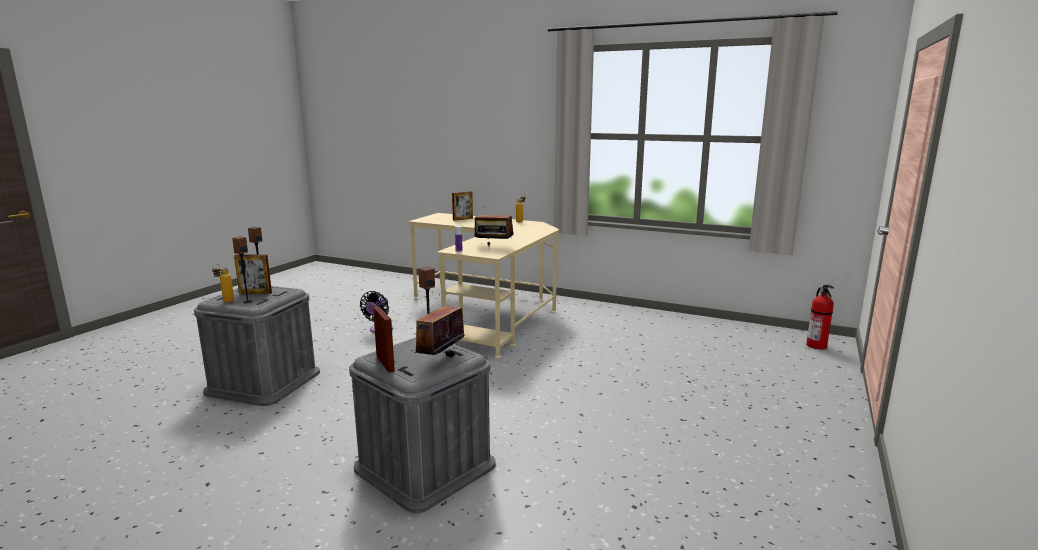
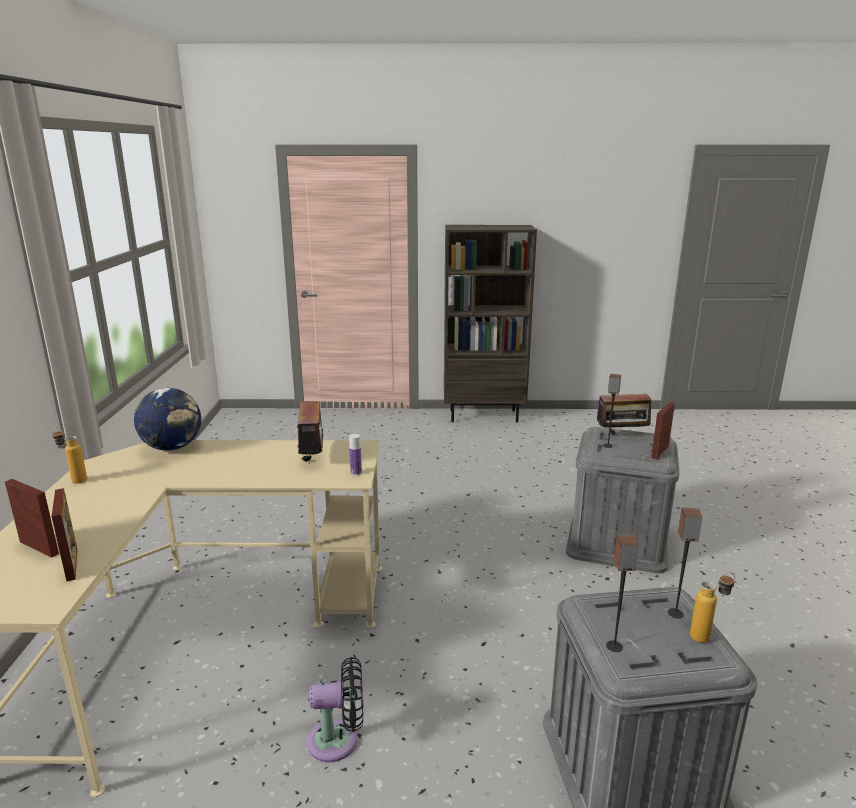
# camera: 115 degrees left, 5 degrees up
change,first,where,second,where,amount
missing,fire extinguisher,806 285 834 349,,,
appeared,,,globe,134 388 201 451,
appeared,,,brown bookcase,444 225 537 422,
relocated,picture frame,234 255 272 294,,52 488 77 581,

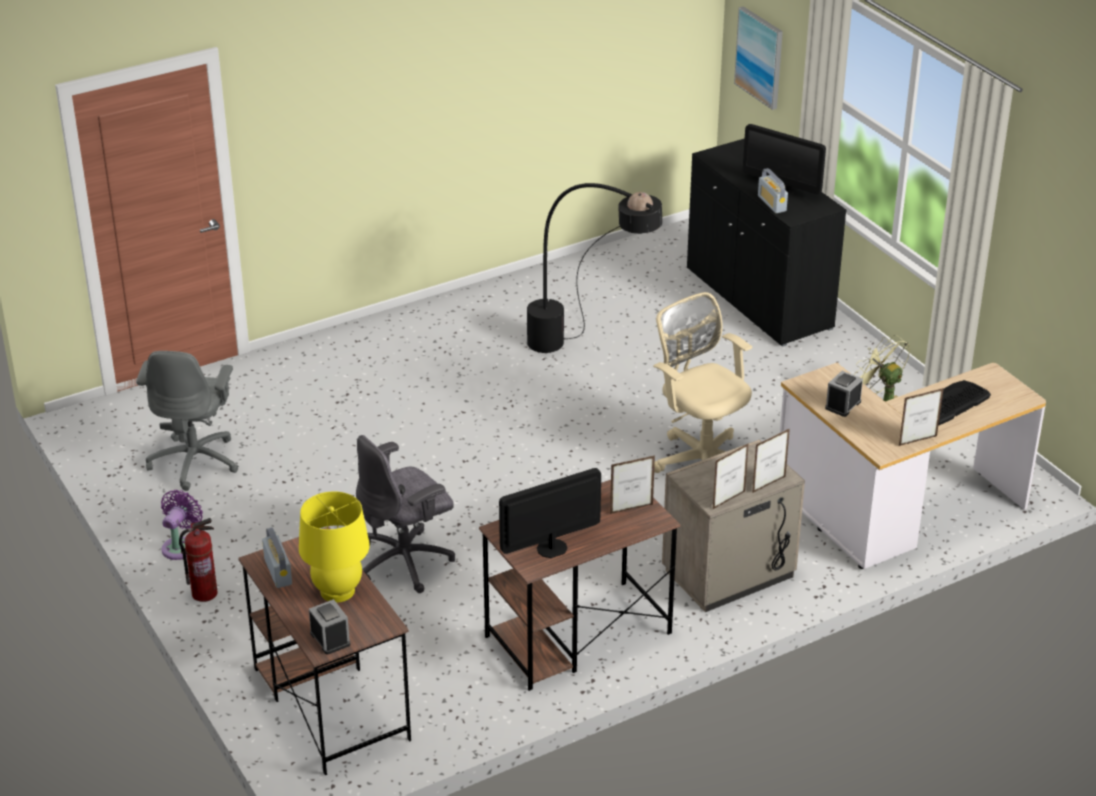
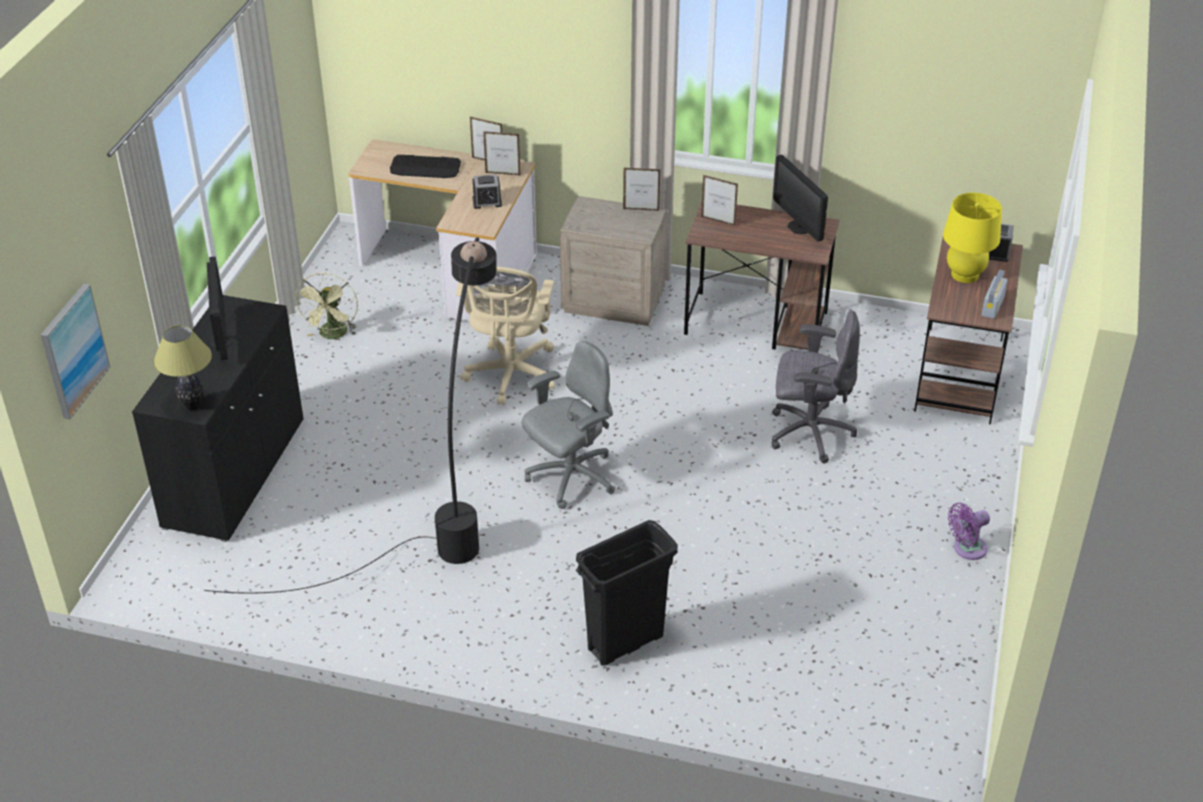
# camera: 135 degrees left, 5 degrees up
change,first,where,second,where,amount
missing,fire extinguisher,179 518 218 602,,,
missing,radio,758 168 788 213,,,
appeared,,,table lamp,154 325 212 411,
appeared,,,black trash can,576 520 678 666,
relocated,grey office chair,136 351 239 491,,522 341 615 509,
relocated,picture frame,752 428 790 493,,483 131 521 176,
spun,monitor,499 468 601 558,,773 154 828 242,45 degrees clockwise

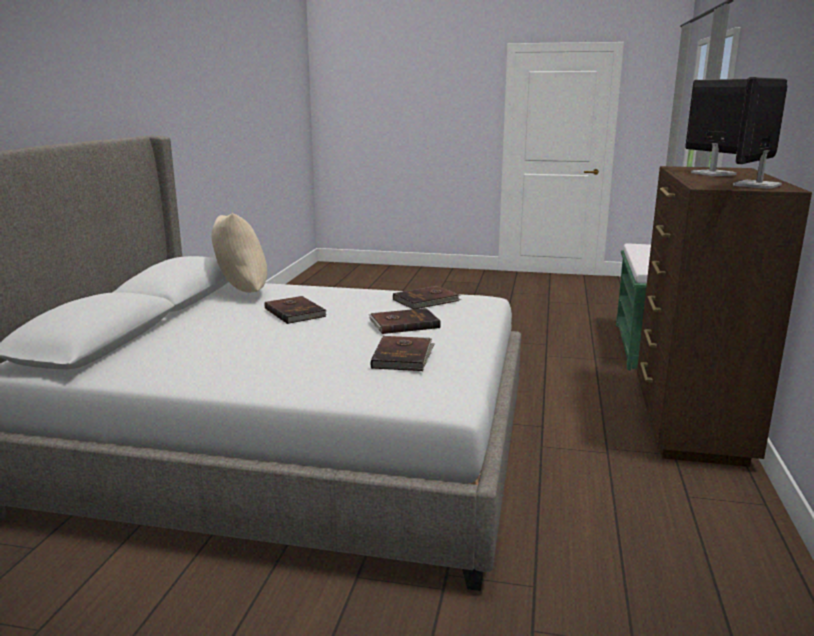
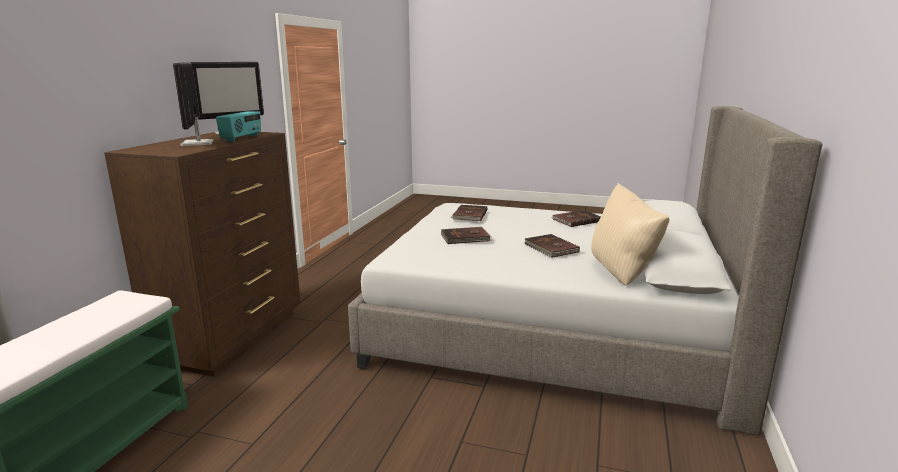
# camera: 175 degrees left, 0 degrees up
change,first,where,second,where,amount
appeared,,,radio,216 111 261 142,
relocated,brown book,393 286 461 309,,551 210 601 227,

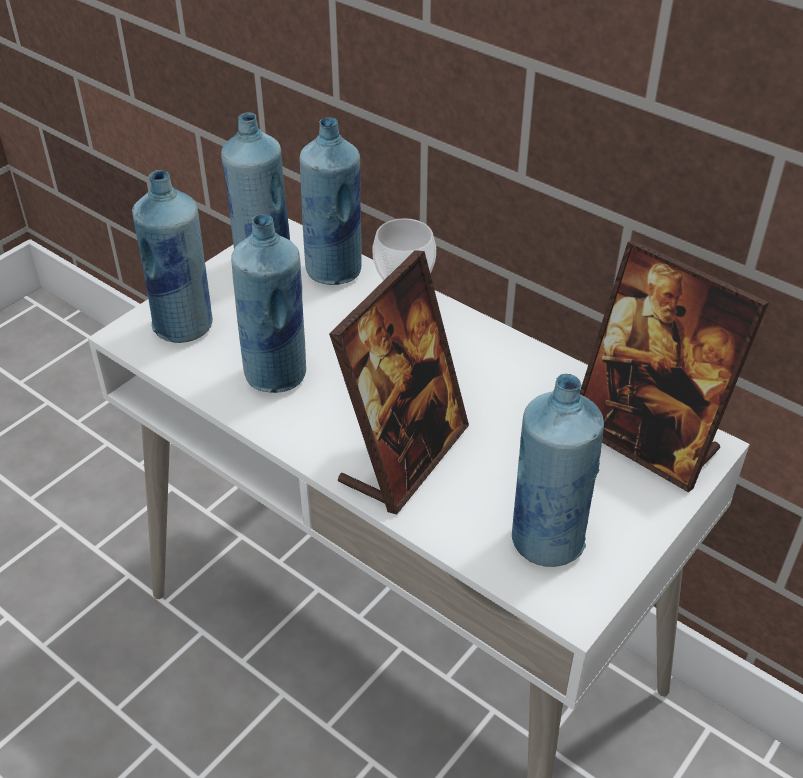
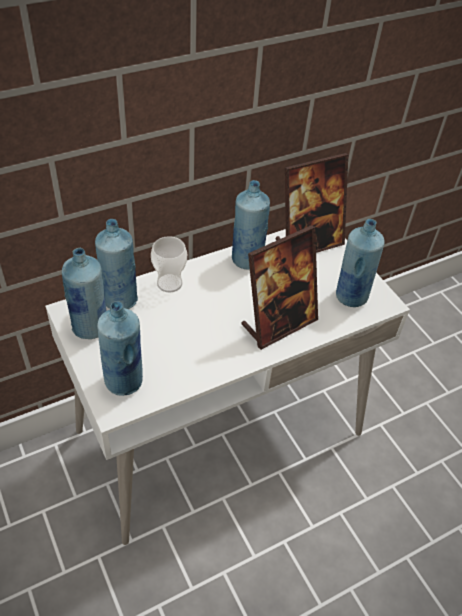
# camera: 70 degrees left, 5 degrees up
change,first,where,second,where,amount
relocated,blue bottle,231 214 306 393,,232 180 270 270,
spun,picture frame,329 250 469 515,,241 225 318 350,90 degrees clockwise

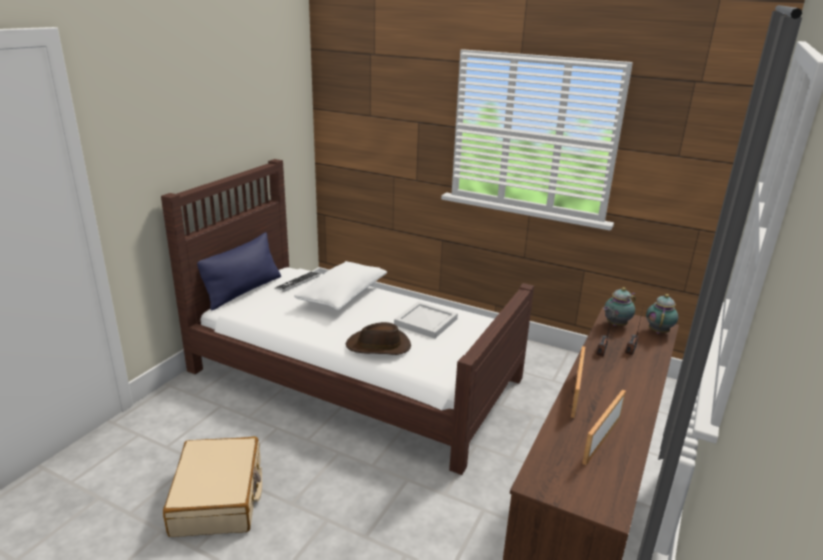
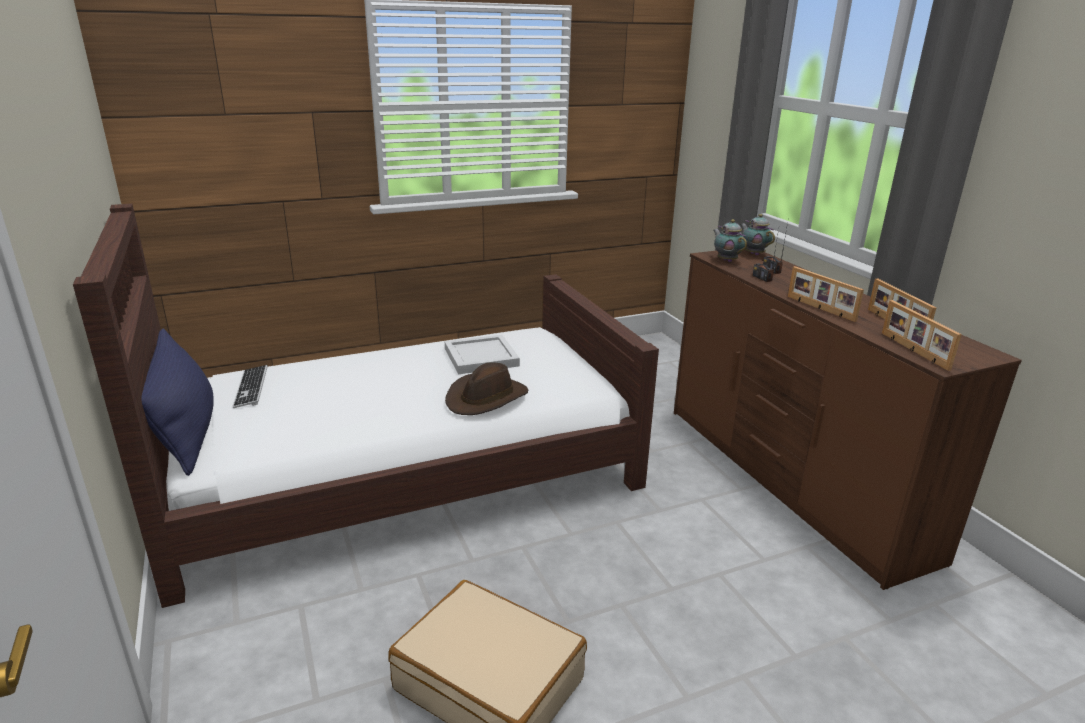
# camera: 50 degrees left, 0 degrees up
change,first,where,second,where,amount
missing,white pillow,294 261 387 310,,,
appeared,,,picture frame,882 300 962 371,
spun,teapot,603 287 636 326,,713 219 747 262,150 degrees clockwise

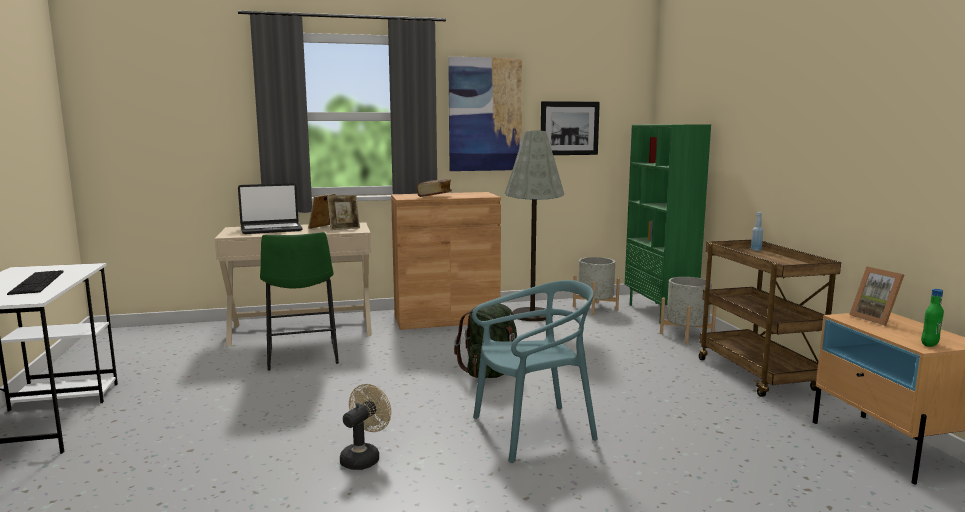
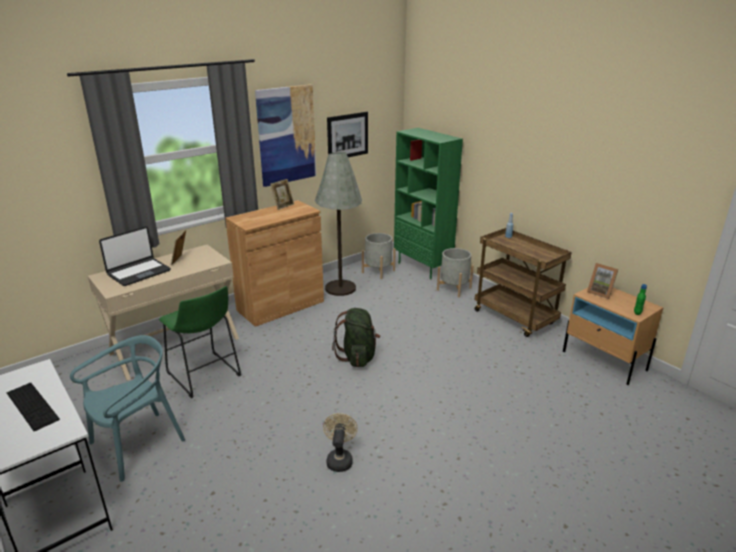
# camera: 25 degrees left, 15 degrees up
change,first,where,second,where,amount
missing,book,417 179 452 197,,,
relocated,picture frame,327 195 360 230,,270 179 294 210,
relocated,turquoise chair,472 280 598 463,,70 335 185 482,

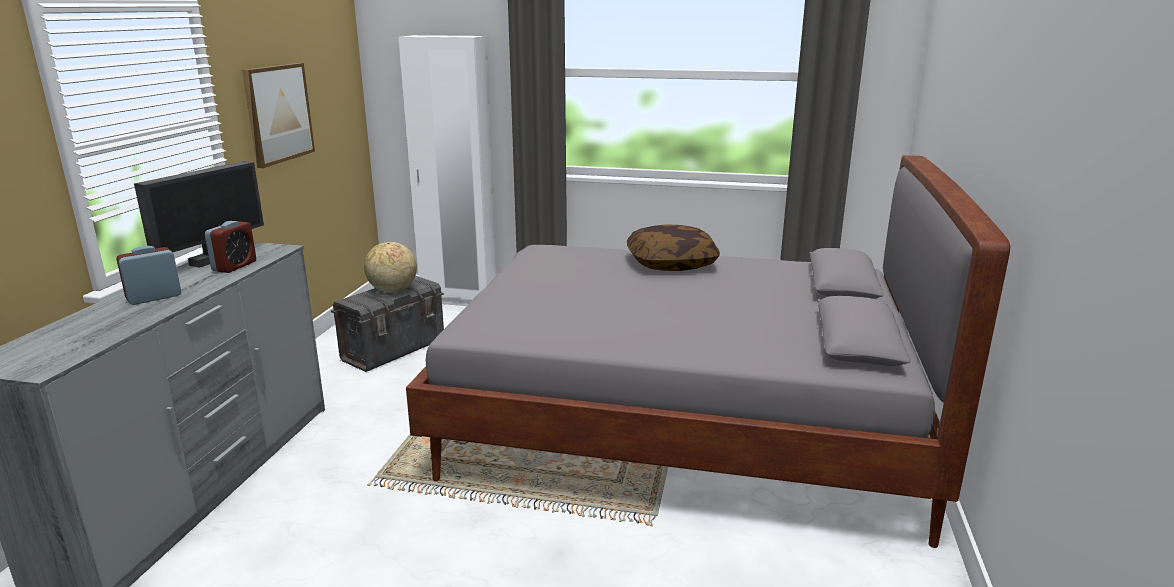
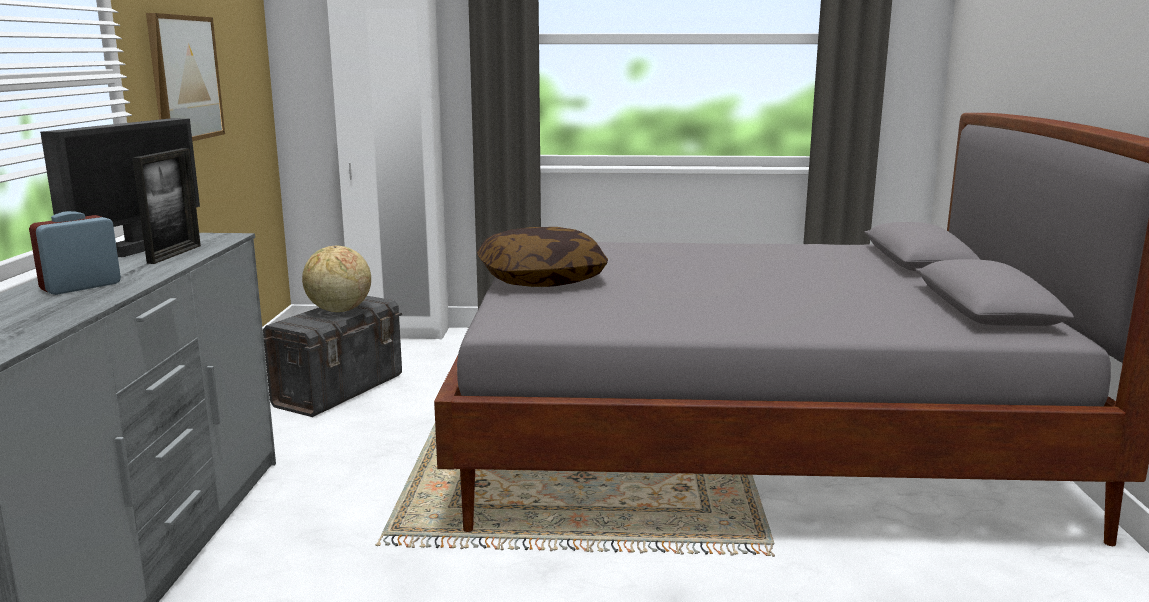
# camera: 10 degrees left, 5 degrees down
change,first,where,second,where,amount
relocated,pillow,627 224 720 271,,477 227 608 287,
exchanged,alarm clock,205 221 256 273,picture frame,133 148 201 264,

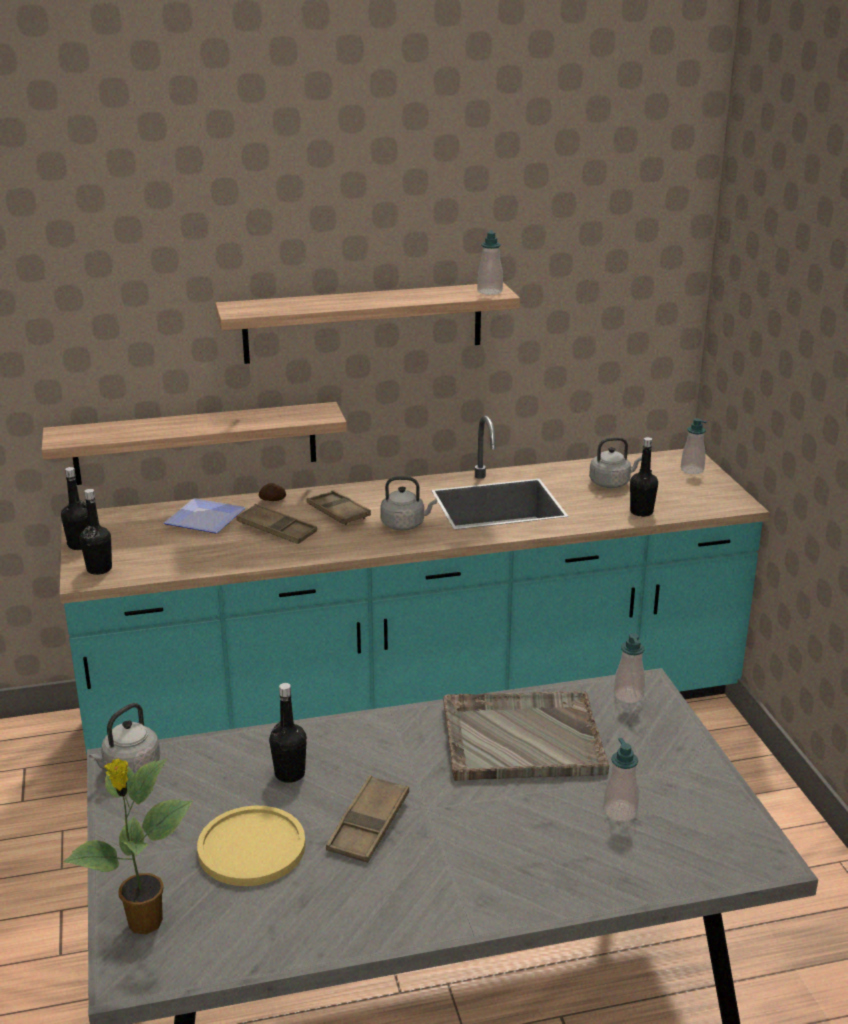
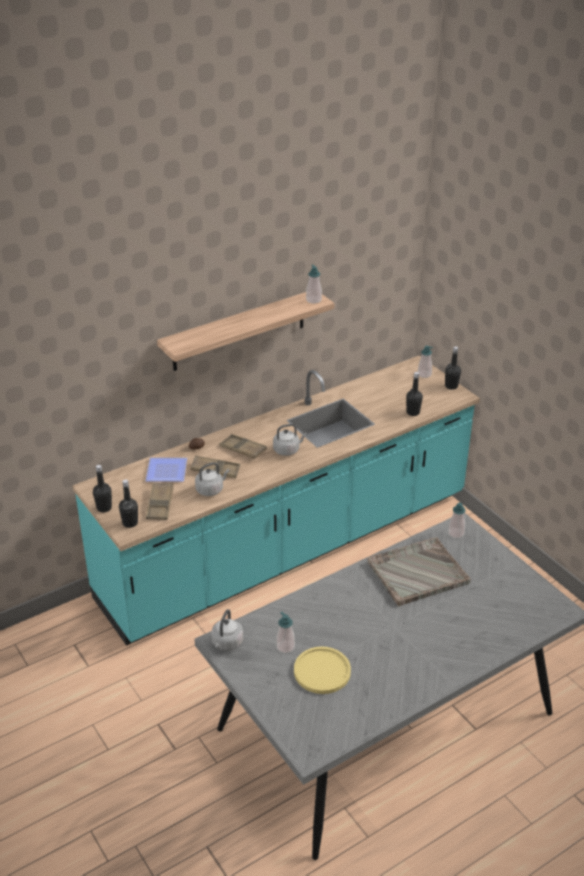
# camera: 20 degrees left, 10 degrees up
change,first,where,second,where,amount
missing,shelf,42 402 347 485,,,
missing,potted plant,63 758 193 935,,,
relocated,black bottle,269 683 307 783,,445 346 461 390,
relocated,brown tray,326 775 409 863,,146 482 174 520,
relocated,grey kettle,589 437 642 488,,195 462 229 496,
relocated,soap dispenser,603 738 639 822,,276 612 295 653,

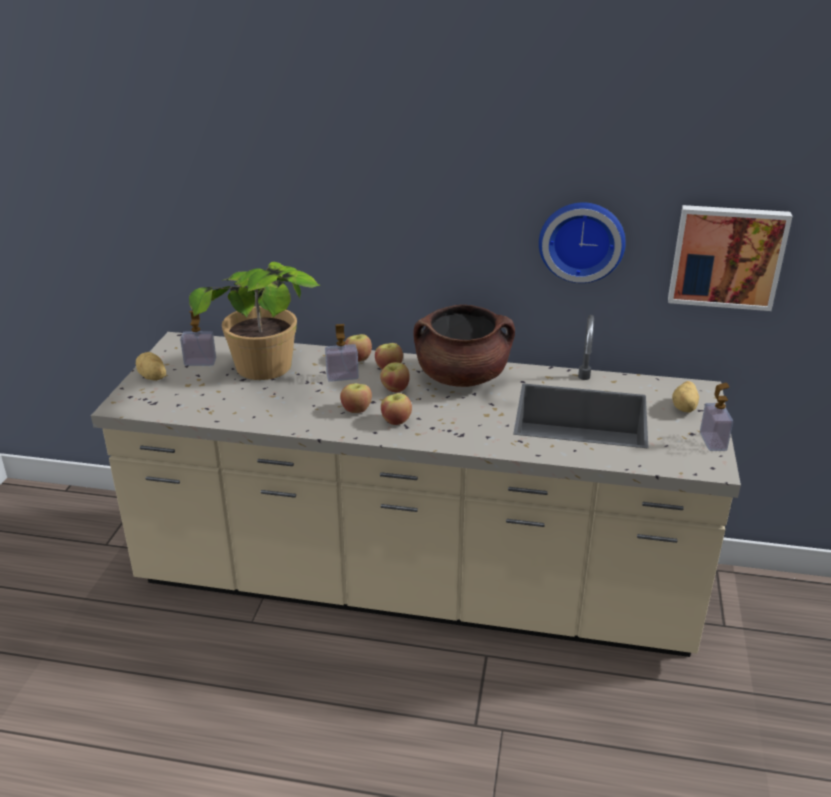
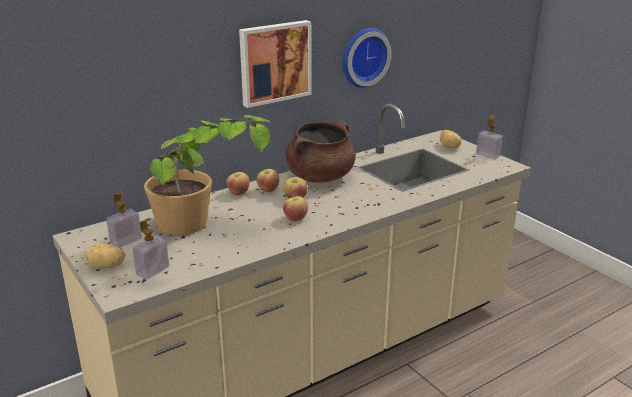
# camera: 45 degrees left, 5 degrees down
change,first,where,second,where,amount
missing,apple,381 393 412 425,,,
relocated,soap dispenser,325 324 359 382,,133 218 169 279,
relocated,picture,668 205 793 311,,239 20 312 108,

